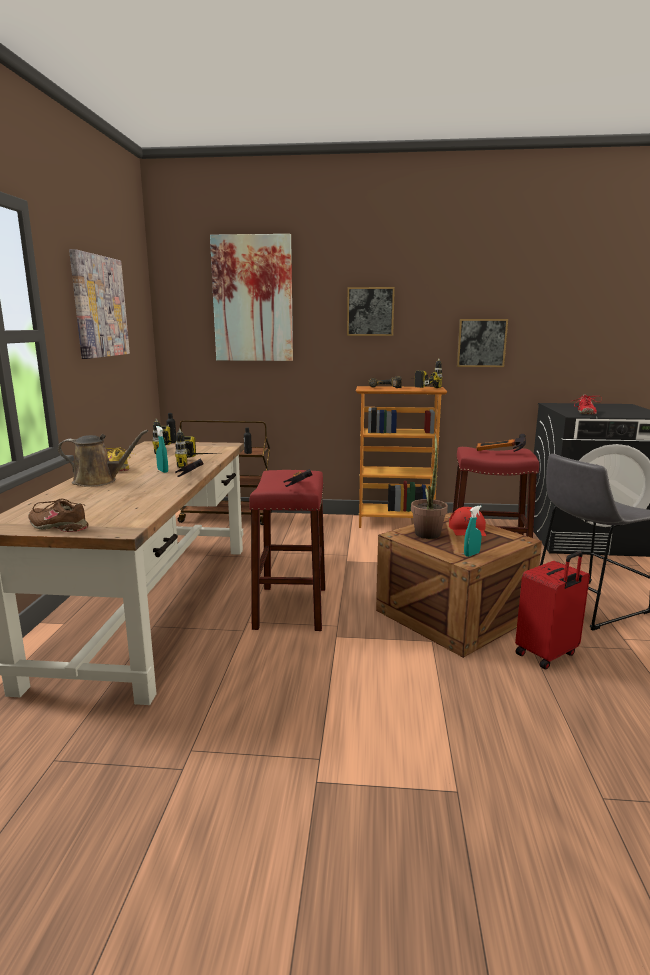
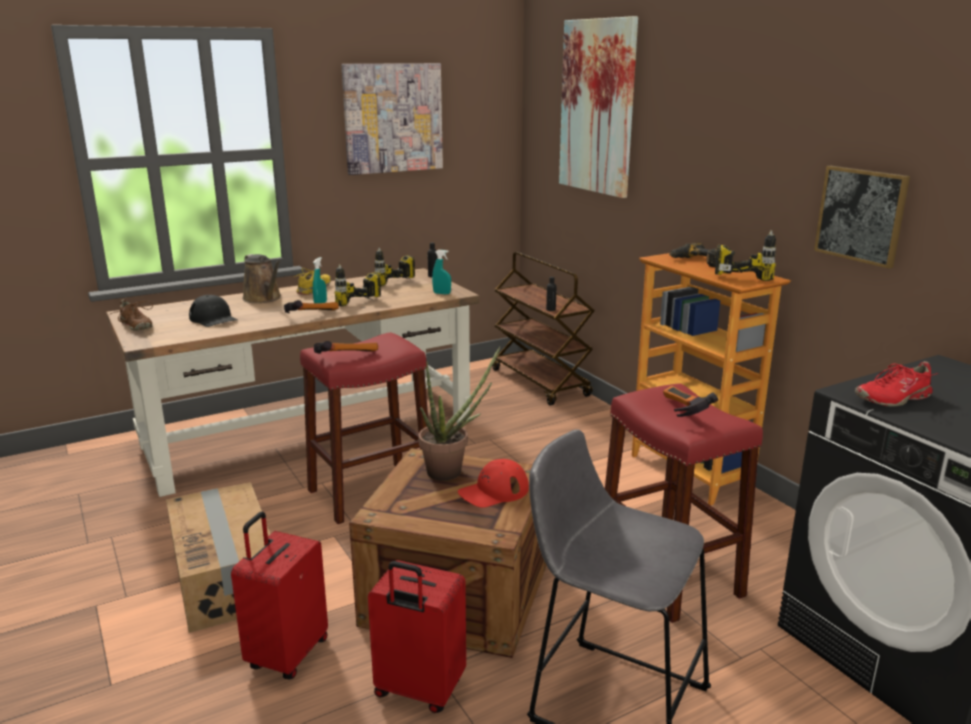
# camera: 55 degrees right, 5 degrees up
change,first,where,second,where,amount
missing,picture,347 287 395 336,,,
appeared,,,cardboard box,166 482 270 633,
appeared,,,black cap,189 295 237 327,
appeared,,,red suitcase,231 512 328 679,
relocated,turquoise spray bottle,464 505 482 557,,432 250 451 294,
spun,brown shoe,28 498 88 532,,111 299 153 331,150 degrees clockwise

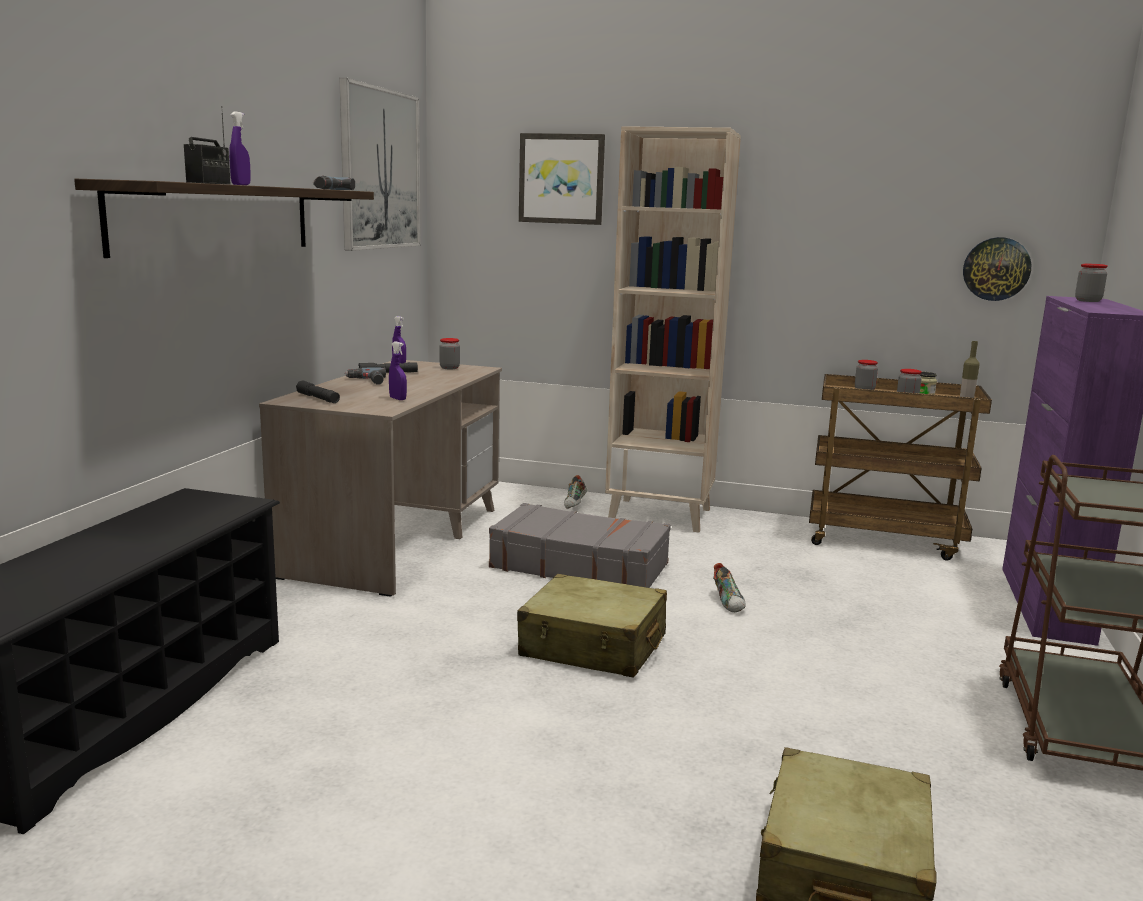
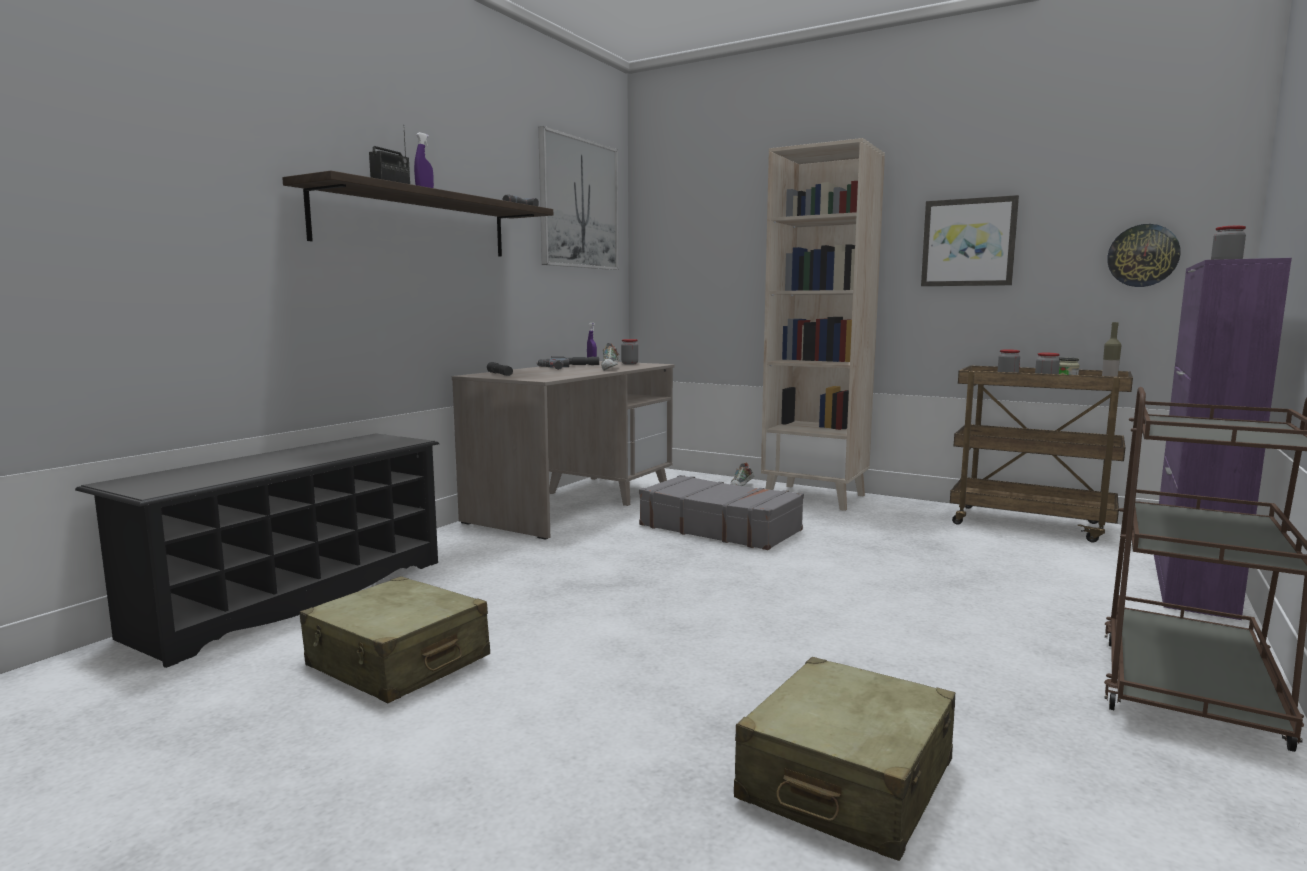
# camera: 15 degrees right, 5 degrees down
change,first,where,second,where,amount
missing,purple spray bottle,389 341 407 400,,,
relocated,beige suitcase,517 574 667 678,,300 576 490 703,
relocated,picture,519 133 605 225,,921 195 1019 286,
relocated,shoe,713 563 746 612,,601 343 620 371,

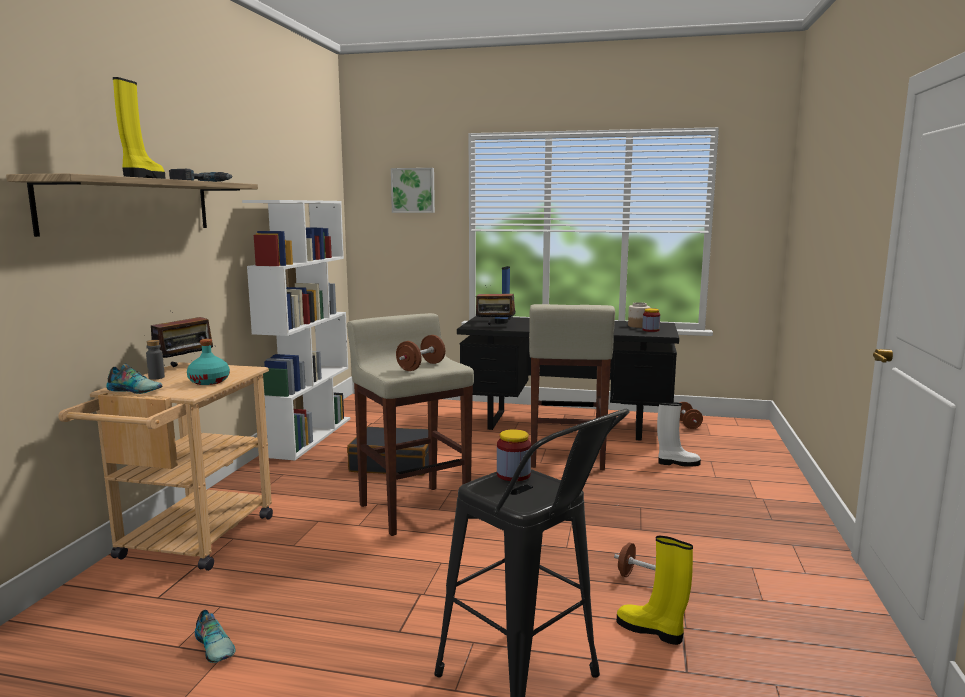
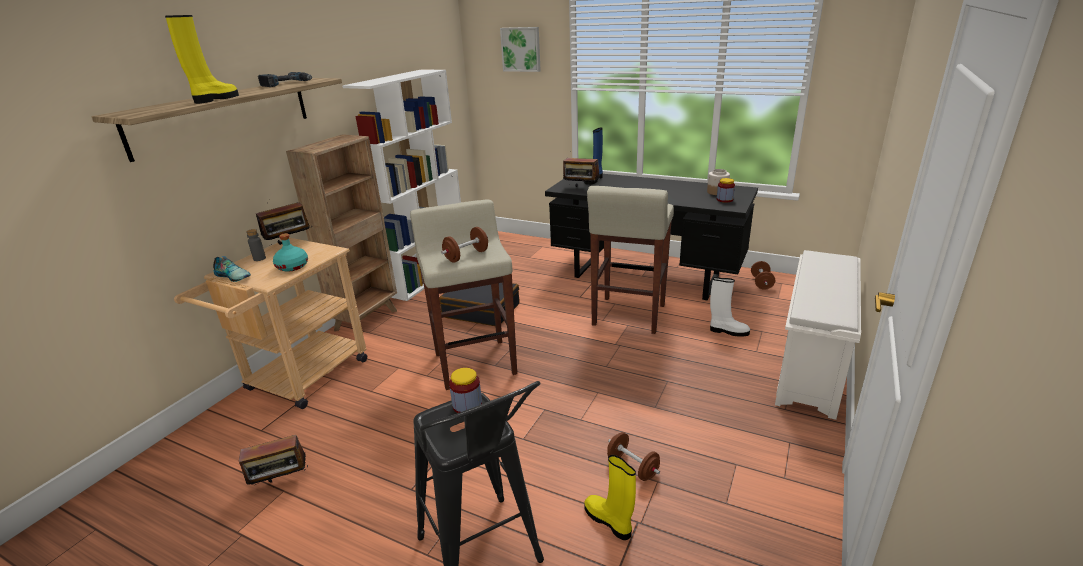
# camera: 15 degrees right, 15 degrees up
change,first,where,second,where,amount
appeared,,,brown bookcase,286 134 397 331,
appeared,,,white shoe rack,775 250 861 420,
exchanged,shoe,195 610 235 663,radio,236 435 308 485,

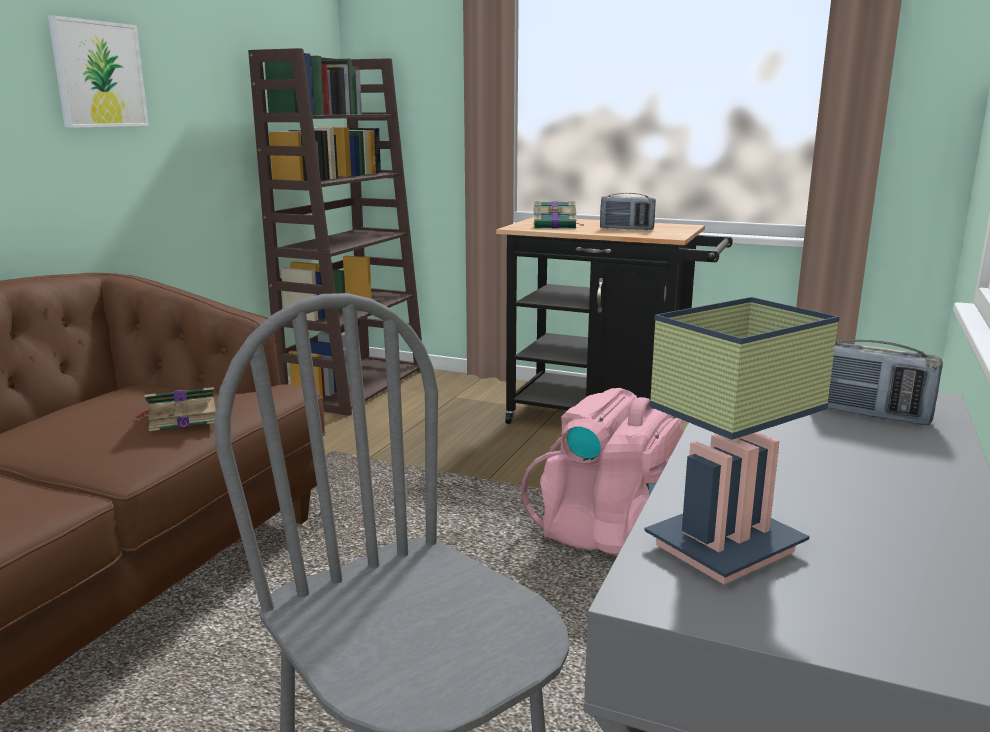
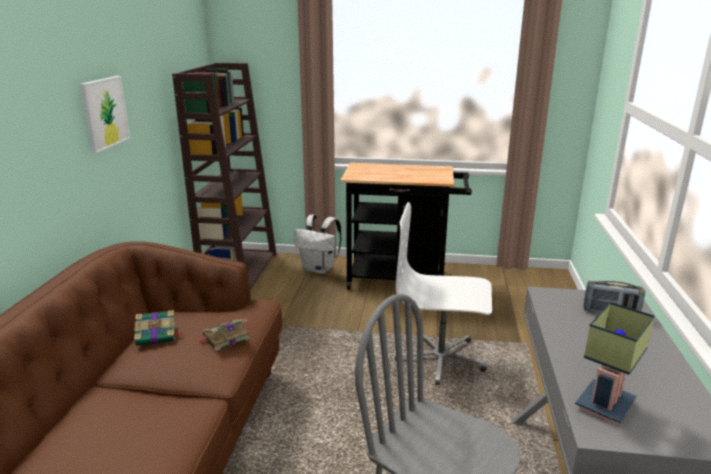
# camera: 15 degrees left, 5 degrees up
change,first,where,second,where,amount
missing,radio,600 193 656 230,,,
appeared,,,white backpack,294 214 341 274,
relocated,book,534 201 584 228,,134 310 183 346,
exchanged,pink backpack,521 388 682 555,white office chair,395 202 492 385,

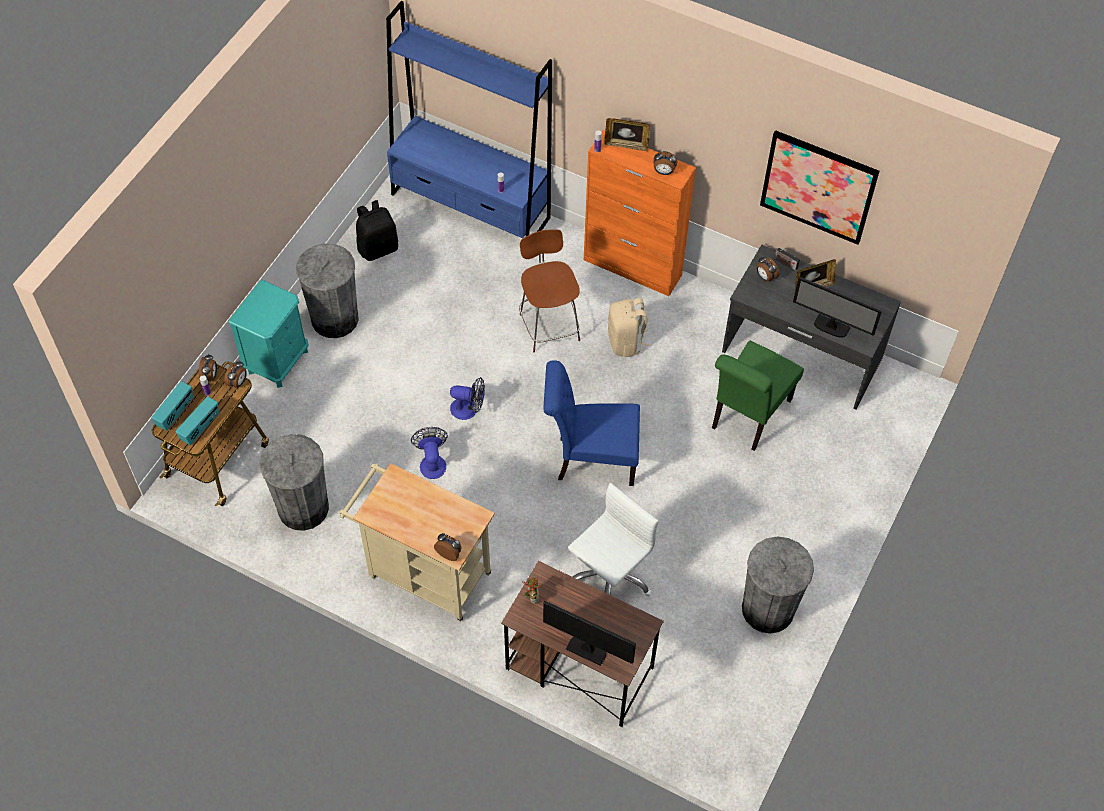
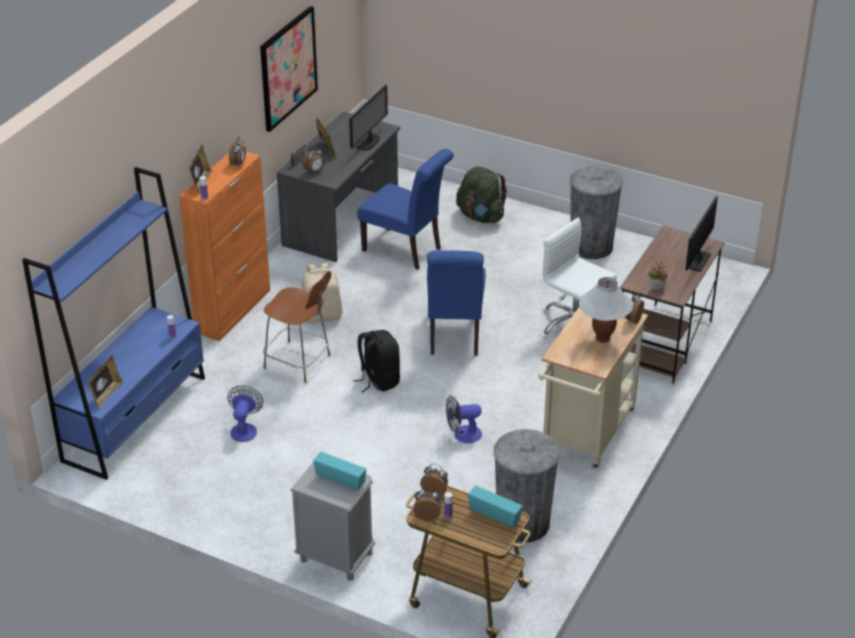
# camera: 90 degrees left, 20 degrees down
change,first,where,second,where,amount
missing,grey trash can,296 243 359 338,,,
appeared,,,picture frame,88 356 123 409,
appeared,,,green backpack,456 167 507 223,
appeared,,,white table lamp,579 277 633 343,
relocated,radio,151 381 194 431,,313 452 366 490,
relocated,black backpack,356 200 398 261,,353 330 400 392,
relocated,fan,450 377 485 420,,227 385 263 442,
colour,turquoise nightstand,228 280 309 388,grey nightstand,290 462 375 581,
colour,green chair,712 341 804 451,blue chair,357 149 454 270,
spun,brown chair,519 229 580 352,,263 271 331 383,135 degrees counterclockwise

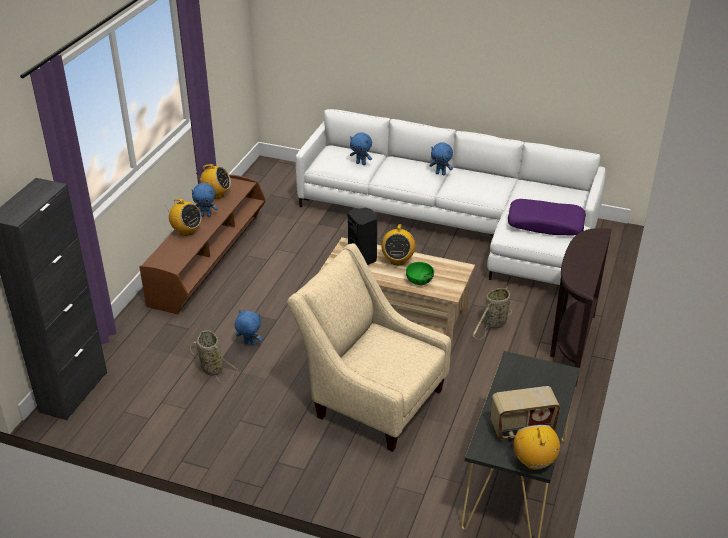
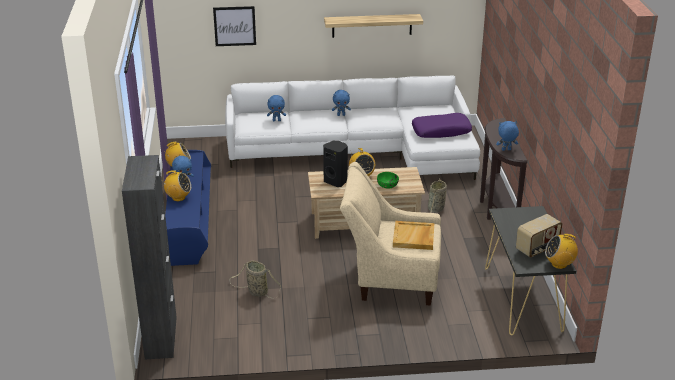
# camera: 25 degrees left, 5 degrees down
change,first,where,second,where,amount
appeared,,,picture,213 6 256 46,
appeared,,,shelf,324 14 423 38,
appeared,,,beige tray,393 221 434 250,
relocated,blue plush toy,235 310 262 346,,496 121 519 151,
colour,brown tv stand,139 175 266 314,blue tv stand,165 150 211 266,
spun,radio,513 425 560 471,,545 234 578 269,60 degrees counterclockwise

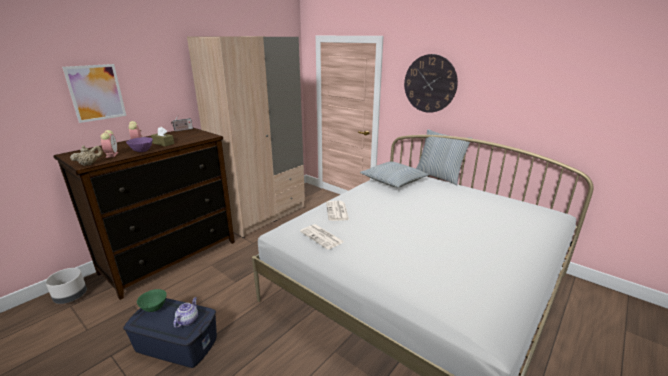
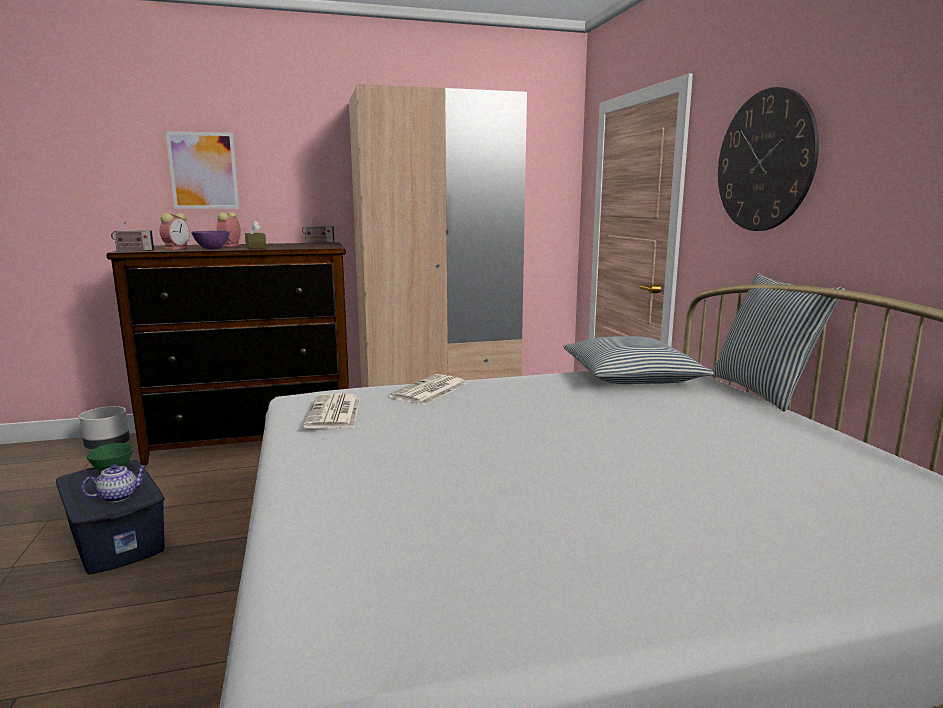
# camera: 35 degrees right, 10 degrees down
change,first,where,second,where,amount
exchanged,beige teapot,70 146 103 166,radio,111 220 154 251,

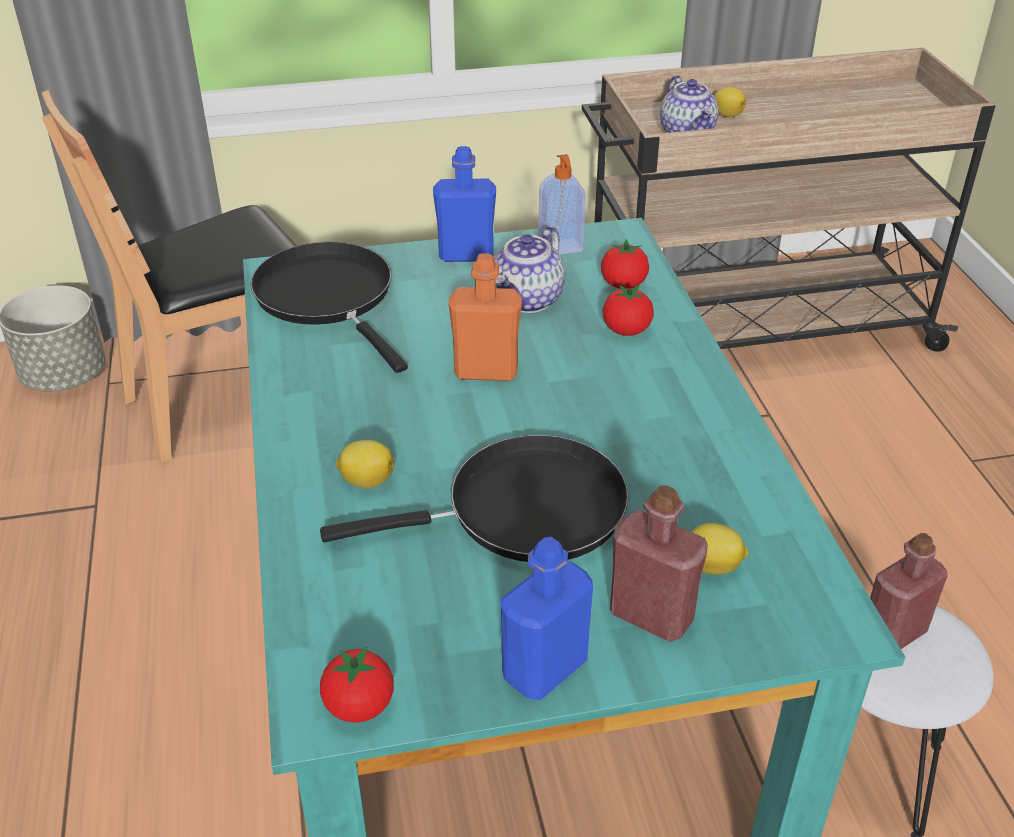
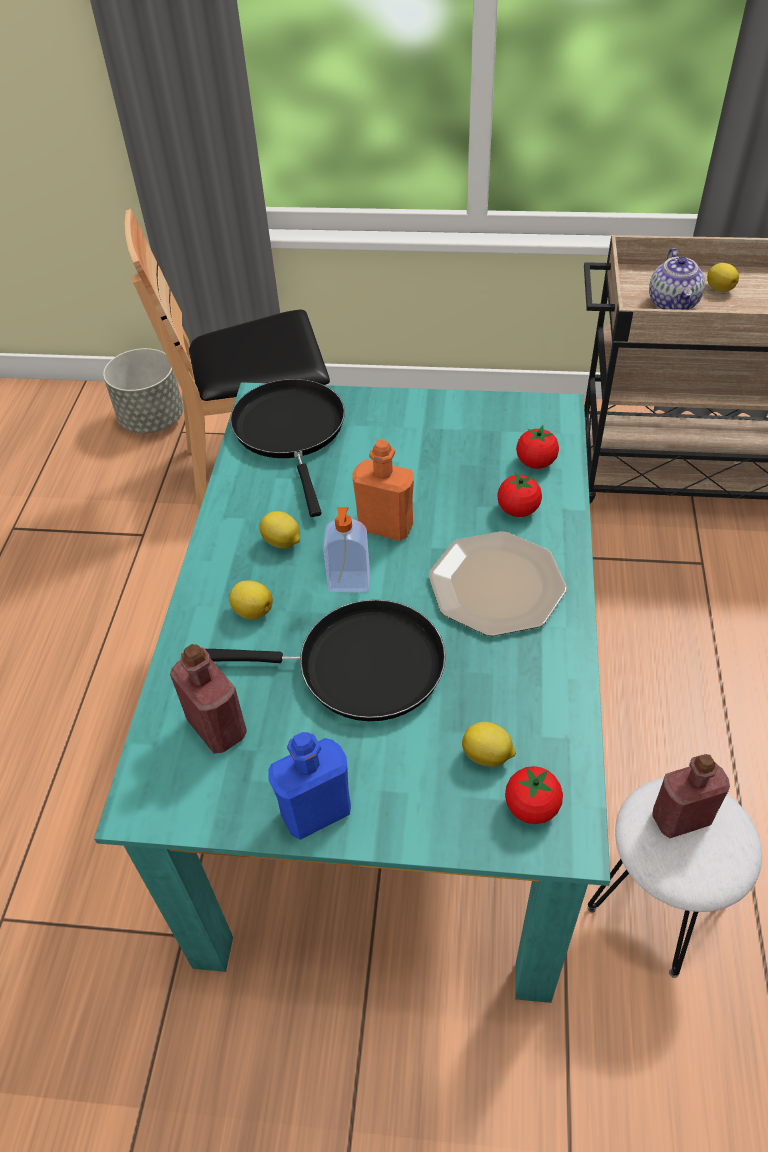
# camera: 20 degrees right, 10 degrees up
change,first,where,second,where,amount
missing,blue bottle,433 146 496 262,,,
missing,teapot,494 226 565 313,,,
appeared,,,lemon,259 511 300 549,
appeared,,,plate,429 531 567 636,
relocated,tomato,320 647 394 723,,505 766 563 824,
relocated,soap dispenser,538 154 586 255,,323 507 370 592,
relocated,red bottle,610 485 708 642,,170 644 247 753,

